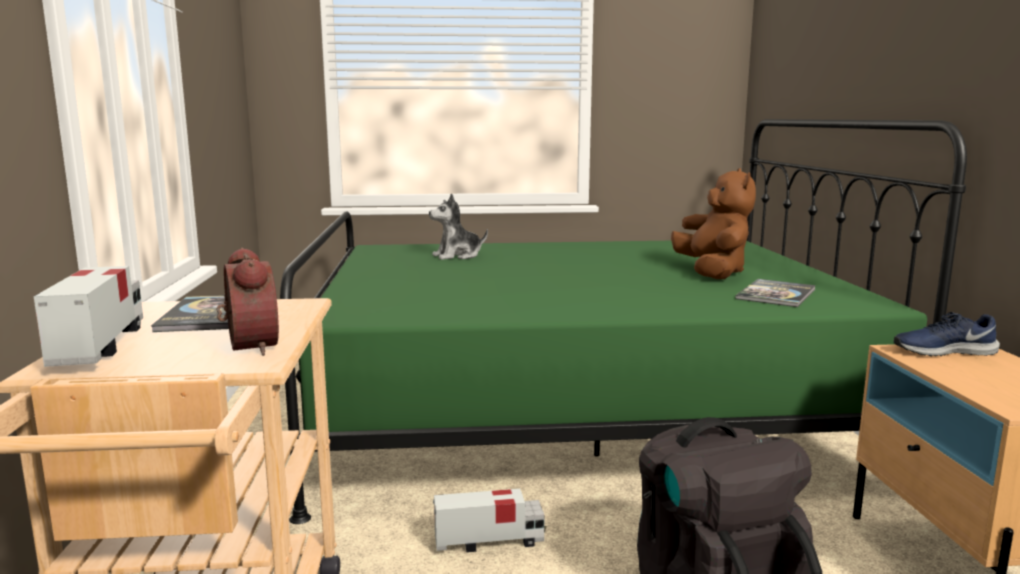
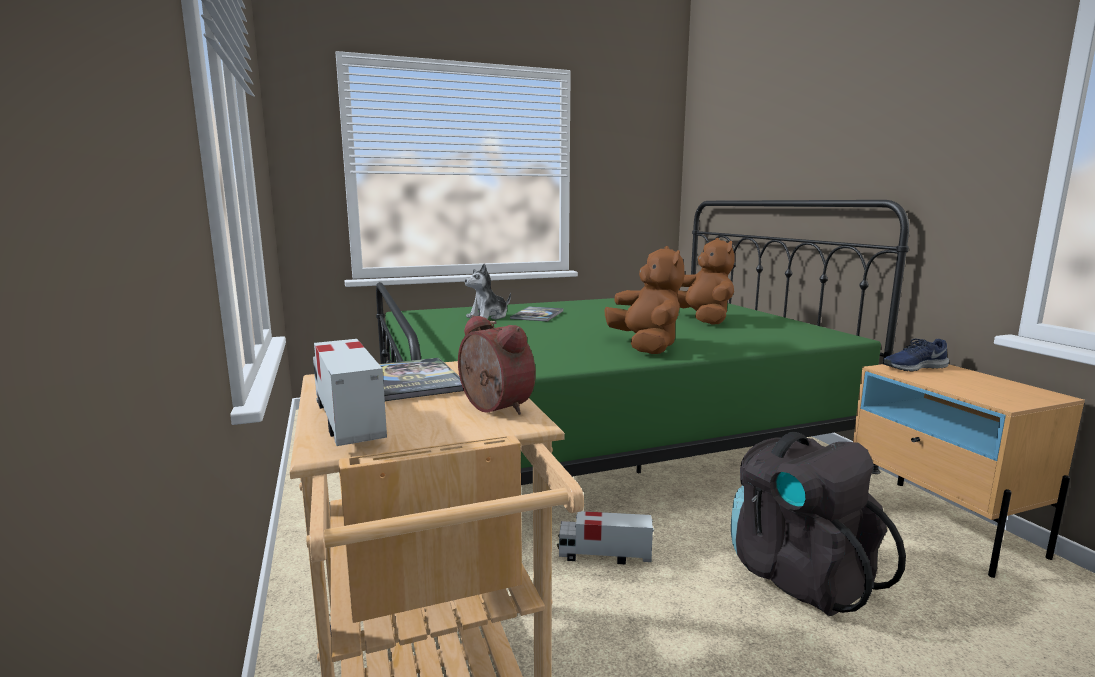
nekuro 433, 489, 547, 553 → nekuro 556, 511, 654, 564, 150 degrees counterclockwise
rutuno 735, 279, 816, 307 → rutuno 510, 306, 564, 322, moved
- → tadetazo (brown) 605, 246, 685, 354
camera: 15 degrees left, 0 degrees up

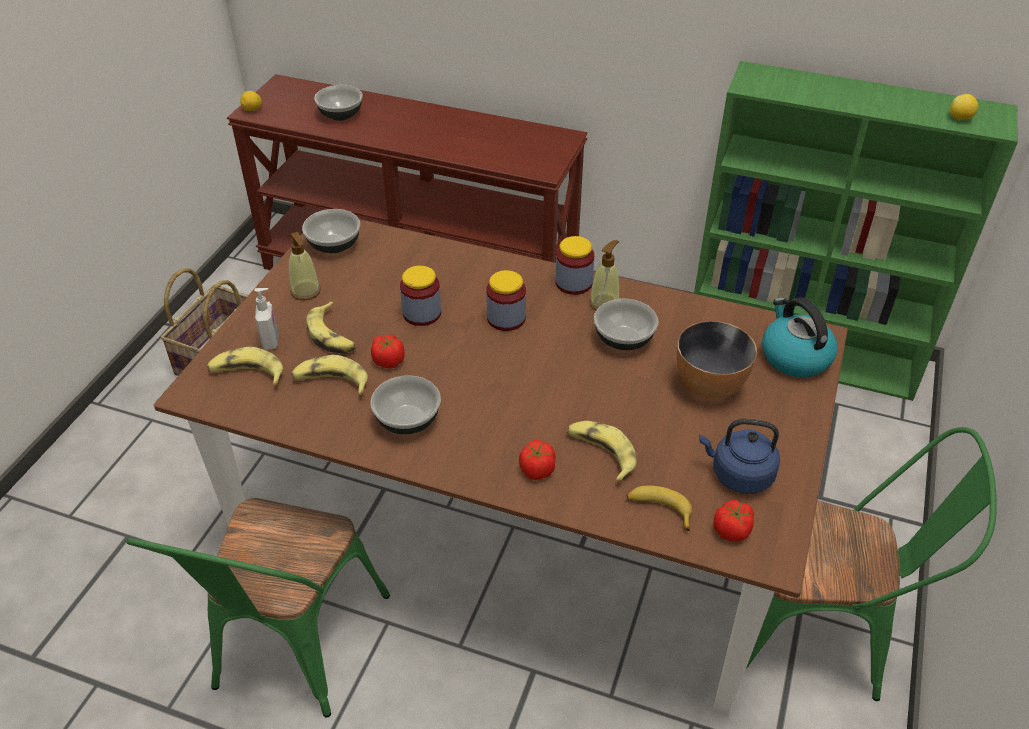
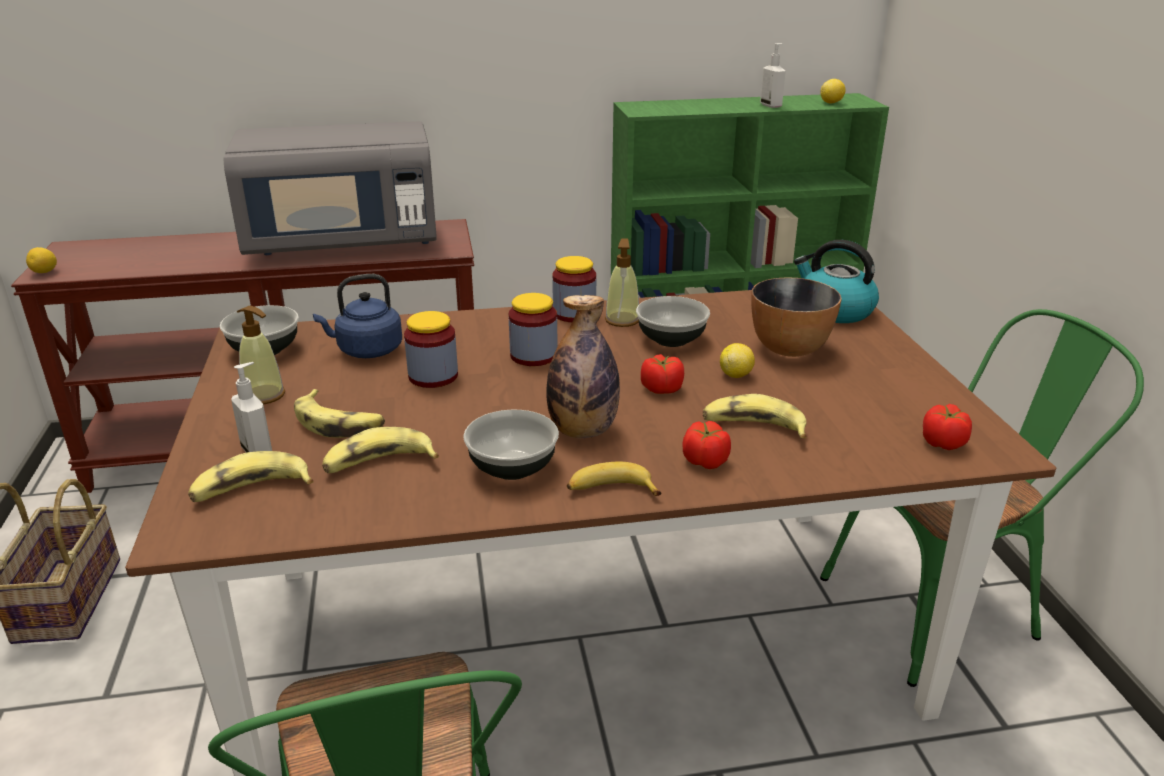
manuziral 314, 85, 363, 121 → -
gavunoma 371, 335, 405, 368 → gavunoma 641, 354, 684, 394, moved
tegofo 626, 486, 692, 531 → tegofo 567, 462, 662, 496, moved
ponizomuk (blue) 699, 419, 780, 494 → ponizomuk (blue) 313, 274, 402, 358, moved
- → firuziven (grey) 223, 121, 437, 255
- → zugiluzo 546, 295, 620, 438
- → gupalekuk 720, 343, 755, 378
- → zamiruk 760, 43, 786, 108
camera: 30 degrees left, 15 degrees down

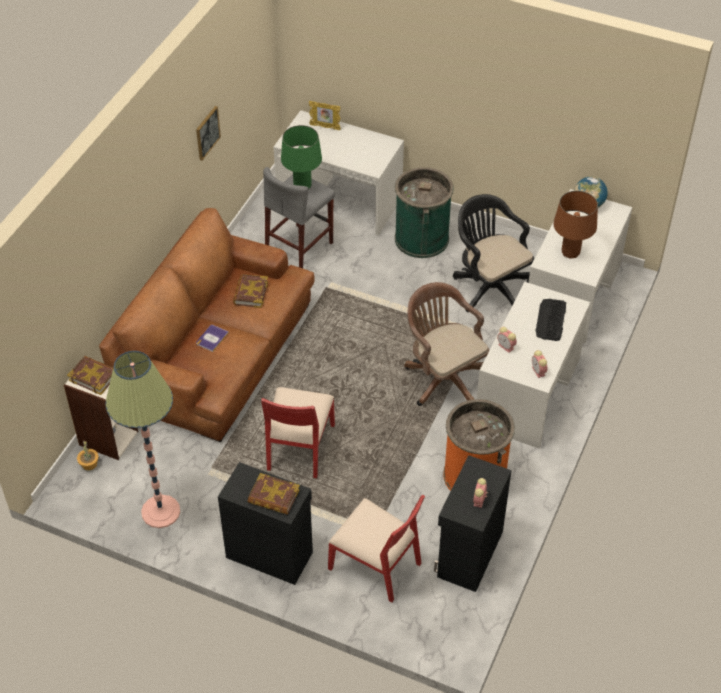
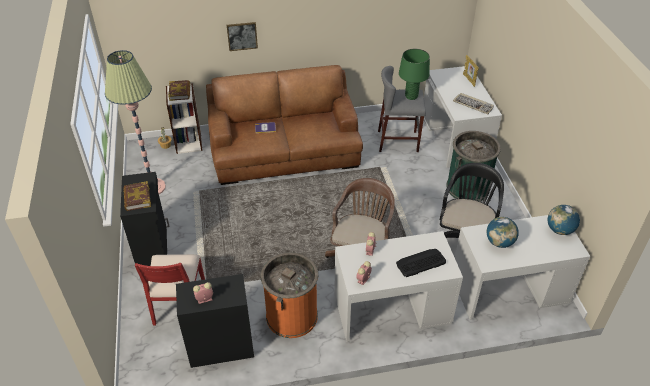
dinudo 196, 106, 221, 160 → dinudo 227, 22, 258, 51, moved
rutuno 233, 274, 268, 308 → -
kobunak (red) 261, 387, 335, 478 → -
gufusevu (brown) 553, 191, 598, 259 → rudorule 487, 217, 519, 248
- → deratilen 453, 93, 494, 114
camera: 55 degrees right, 5 degrees down

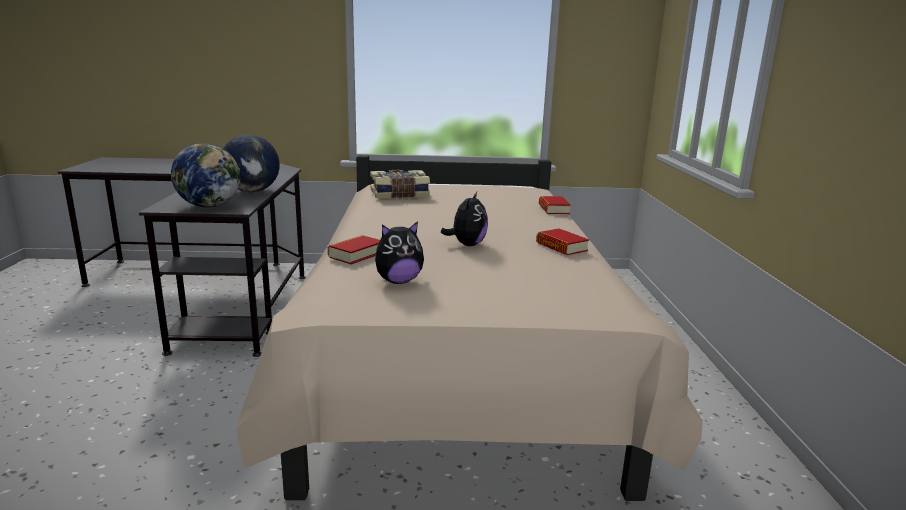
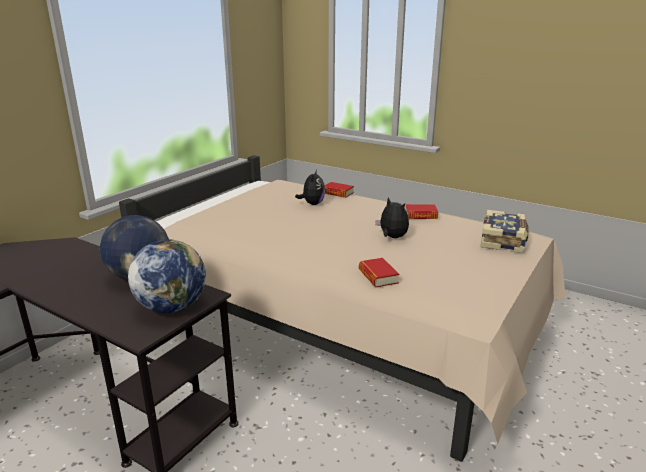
rutuno 370, 170, 430, 198 → rutuno 480, 210, 529, 253, moved
tadetazo 375, 221, 424, 284 → tadetazo 295, 170, 325, 205, moved
camera: 55 degrees left, 5 degrees up

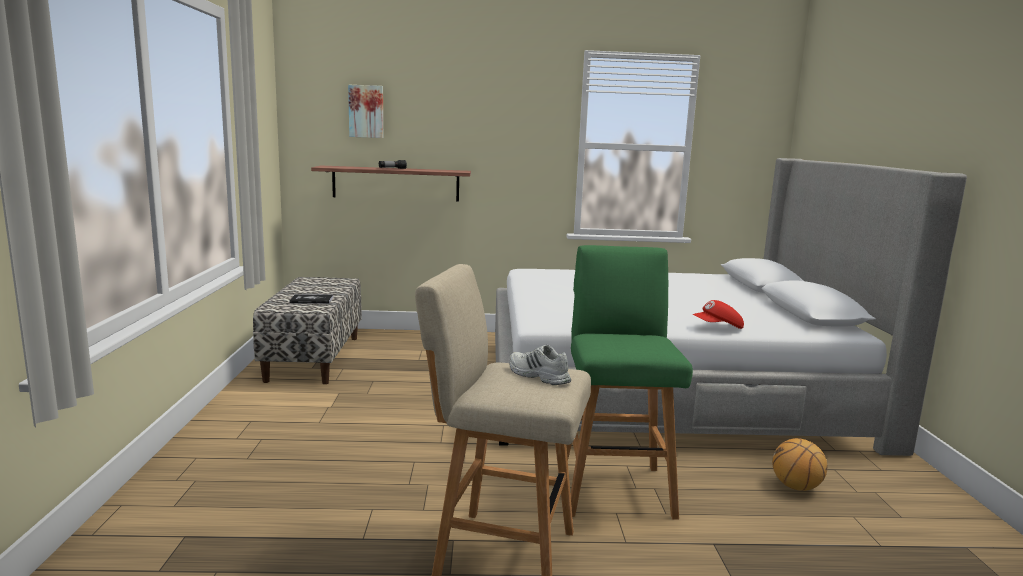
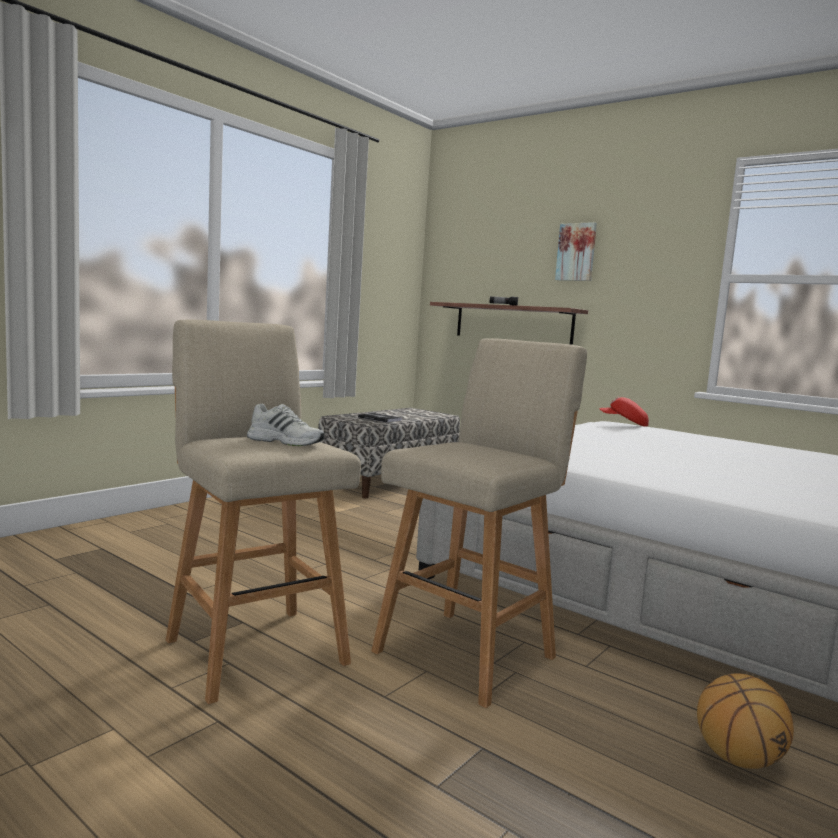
dinudo 348, 85, 383, 138 → dinudo 555, 222, 597, 281, moved
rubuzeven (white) 509, 345, 571, 385 → rubuzeven (white) 247, 404, 325, 446, 120 degrees clockwise
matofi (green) 566, 245, 693, 520 → matofi (beige) 371, 338, 587, 708
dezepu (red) 693, 300, 744, 329 → dezepu (red) 599, 397, 649, 427, moved
camera: 40 degrees right, 5 degrees down

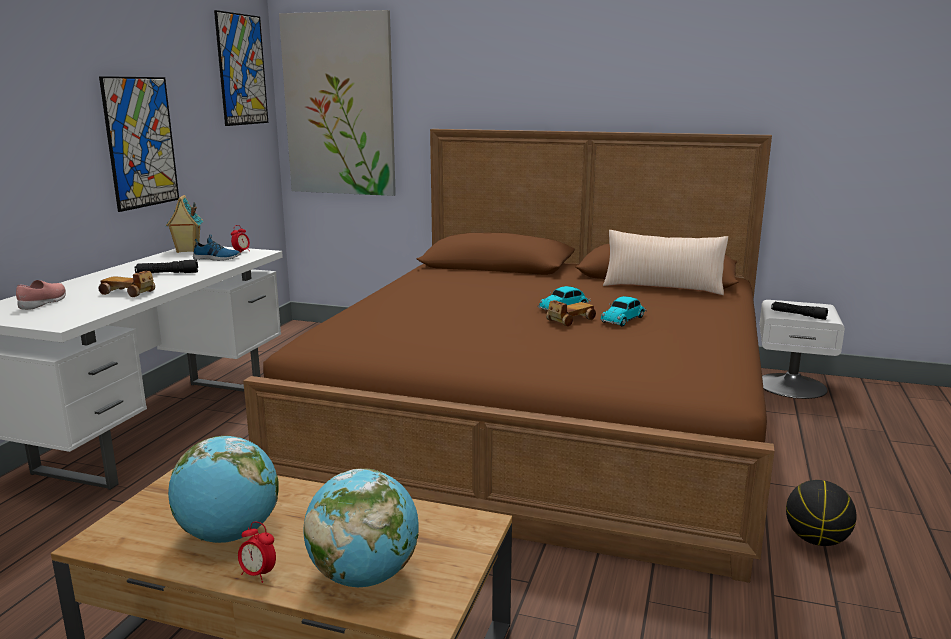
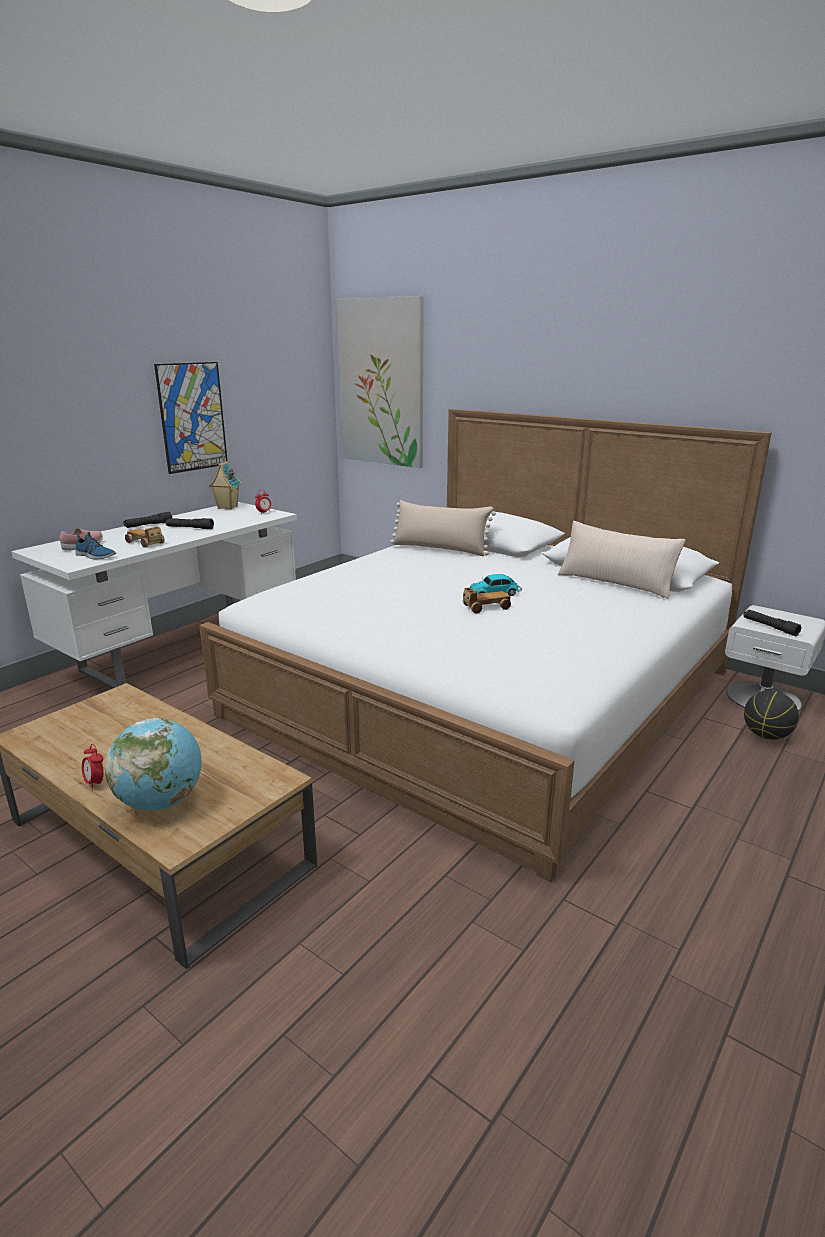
rudorule 168, 436, 279, 543 → -
rubuzeven 193, 234, 240, 261 → rubuzeven 75, 532, 116, 559, moved
dinudo 214, 10, 268, 126 → -
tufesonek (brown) 243, 129, 775, 583 → tufesonek (white) 199, 409, 772, 882
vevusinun 600, 296, 647, 327 → -
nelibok 786, 480, 856, 546 → nelibok 744, 690, 799, 740, moved
- → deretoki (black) 123, 512, 172, 528
- → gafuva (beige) 390, 500, 496, 556
camera: 20 degrees right, 5 degrees up

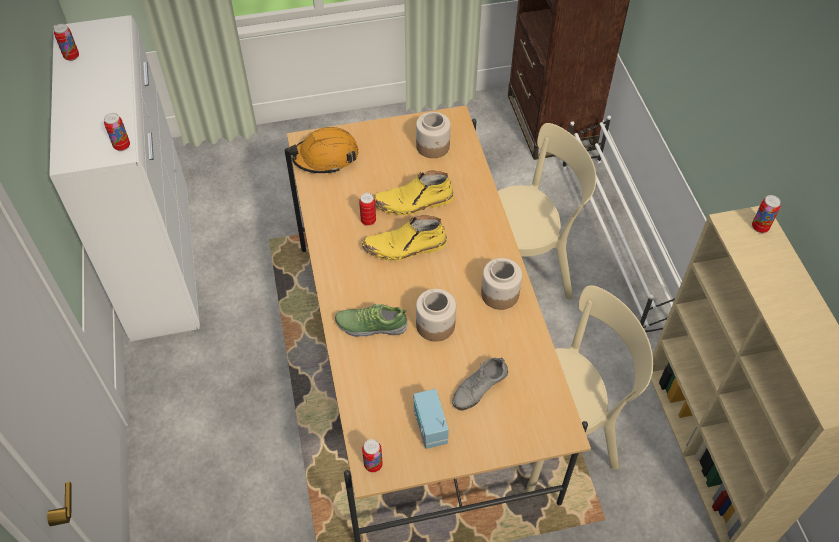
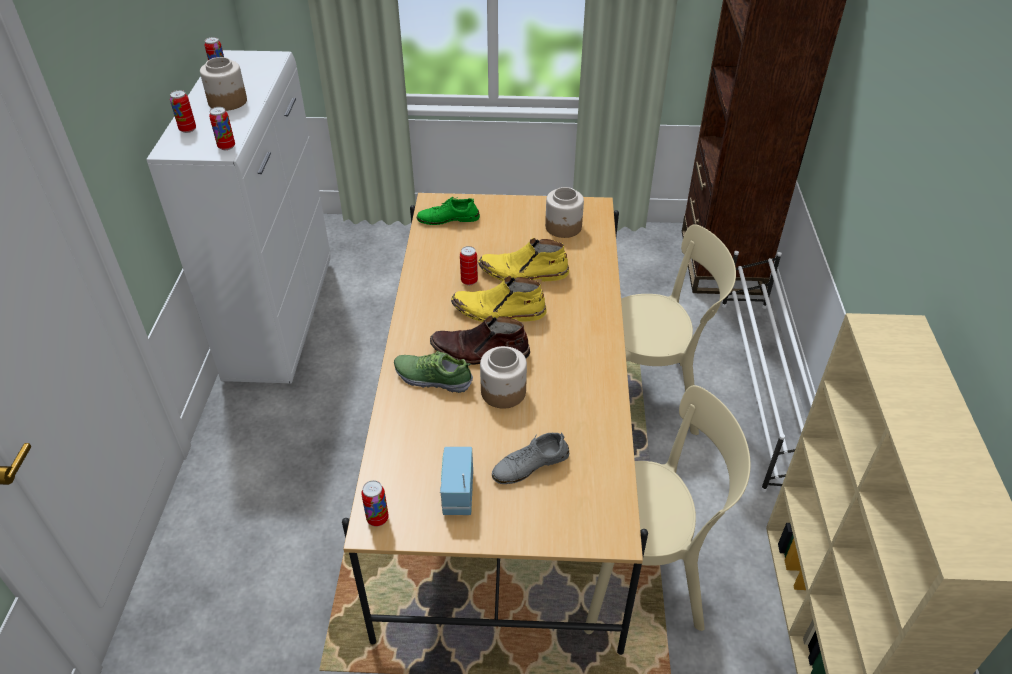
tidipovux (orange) 288, 127, 359, 173 → rubuzeven (green) 417, 197, 480, 225
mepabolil 481, 258, 522, 310 → mepabolil 200, 57, 247, 111, moved
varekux 752, 195, 781, 233 → varekux 170, 90, 196, 133, moved
- → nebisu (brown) 430, 316, 530, 365
camera: 15 degrees right, 10 degrees down

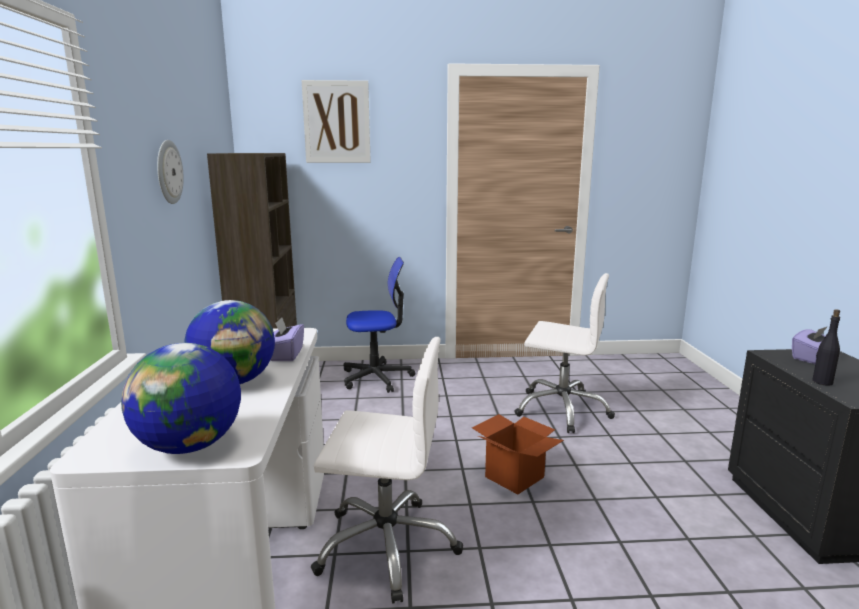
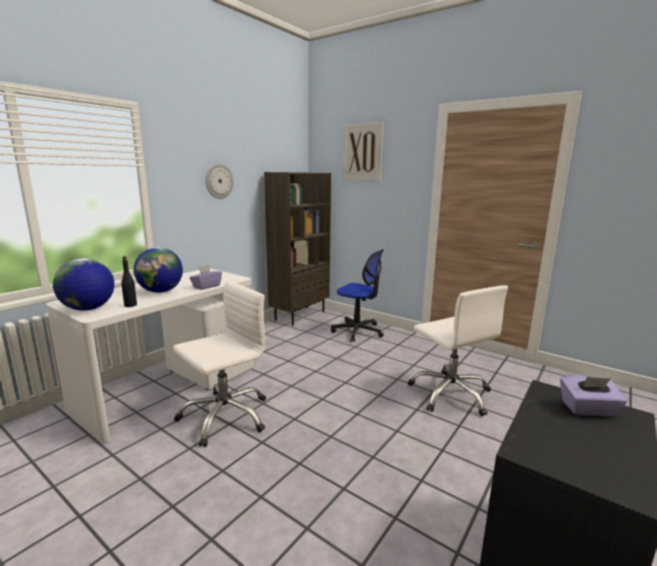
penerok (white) 311, 337, 463, 604 → penerok (white) 173, 281, 266, 447, 90 degrees counterclockwise
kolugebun 472, 414, 564, 494 → -
zugiluzo (black) 812, 309, 840, 386 → zugiluzo (black) 121, 256, 137, 307, moved
camera: 40 degrees right, 0 degrees up

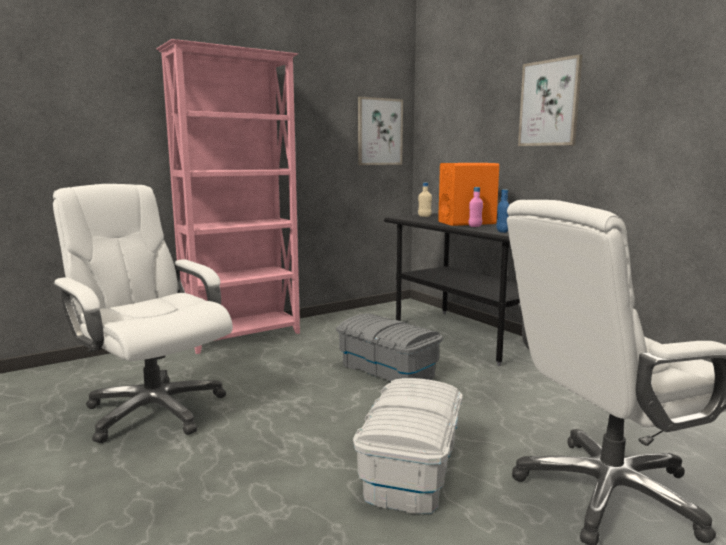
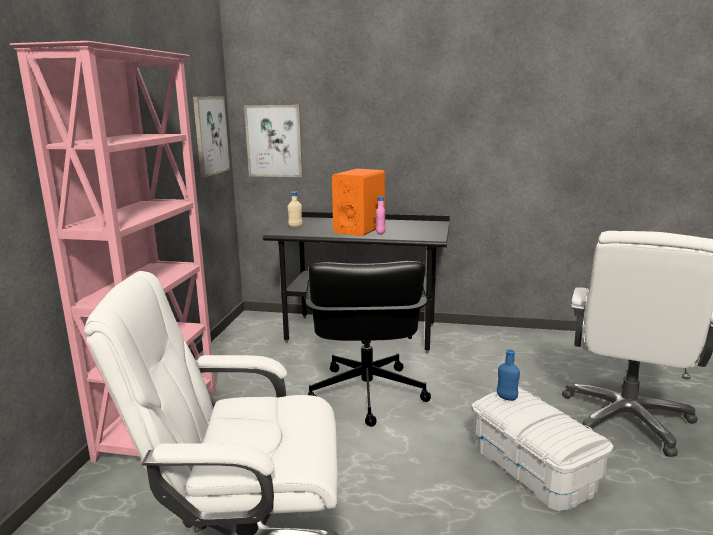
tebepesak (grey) 336, 313, 443, 382 → penerok (black) 305, 261, 431, 427
zugiluzo (blue) 497, 189, 509, 233 → zugiluzo (blue) 497, 349, 520, 401, moved
dinudo 518, 54, 582, 146 → dinudo 244, 105, 303, 177, moved
camera: 45 degrees left, 5 degrees up

